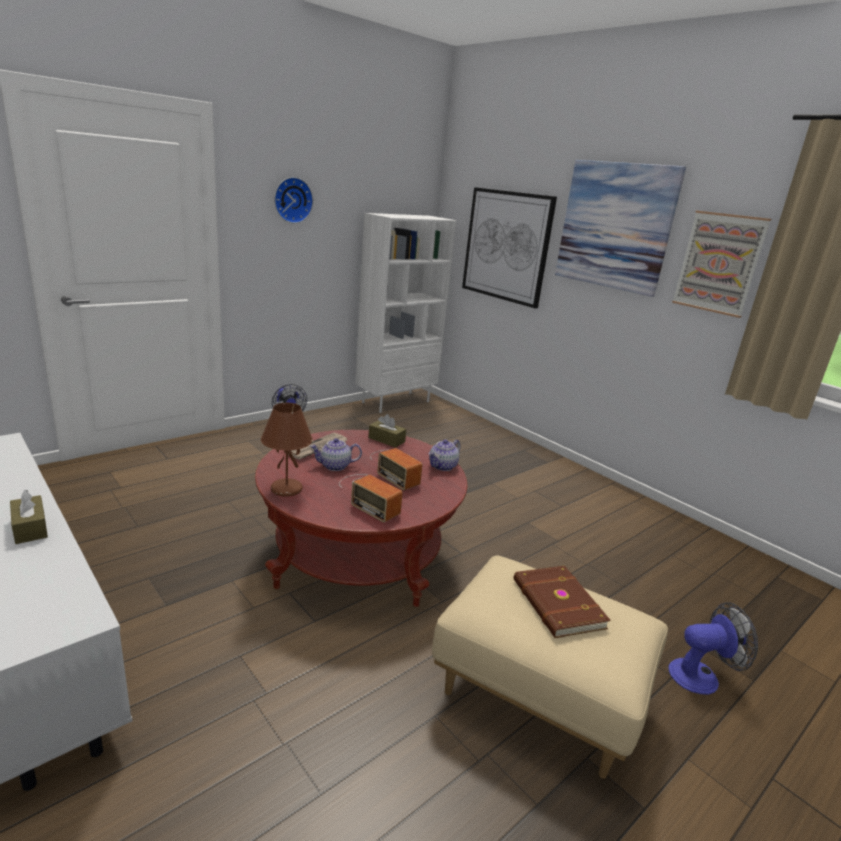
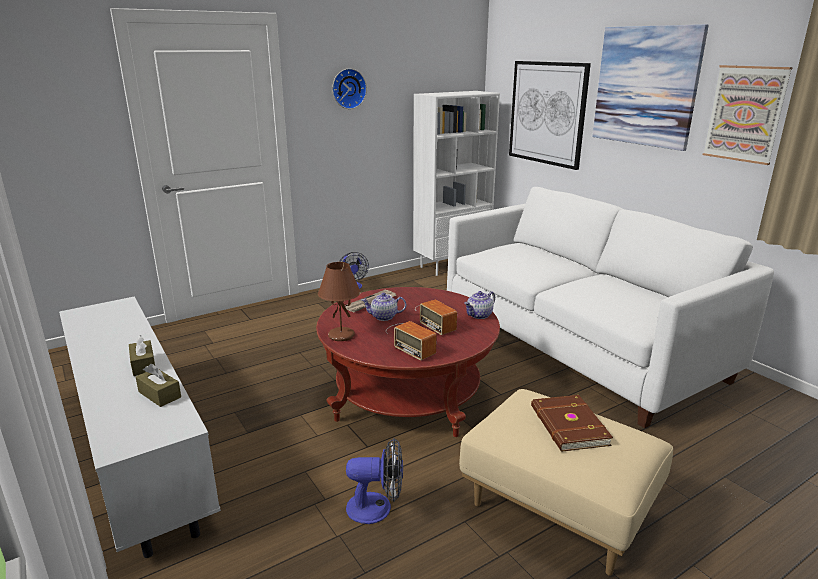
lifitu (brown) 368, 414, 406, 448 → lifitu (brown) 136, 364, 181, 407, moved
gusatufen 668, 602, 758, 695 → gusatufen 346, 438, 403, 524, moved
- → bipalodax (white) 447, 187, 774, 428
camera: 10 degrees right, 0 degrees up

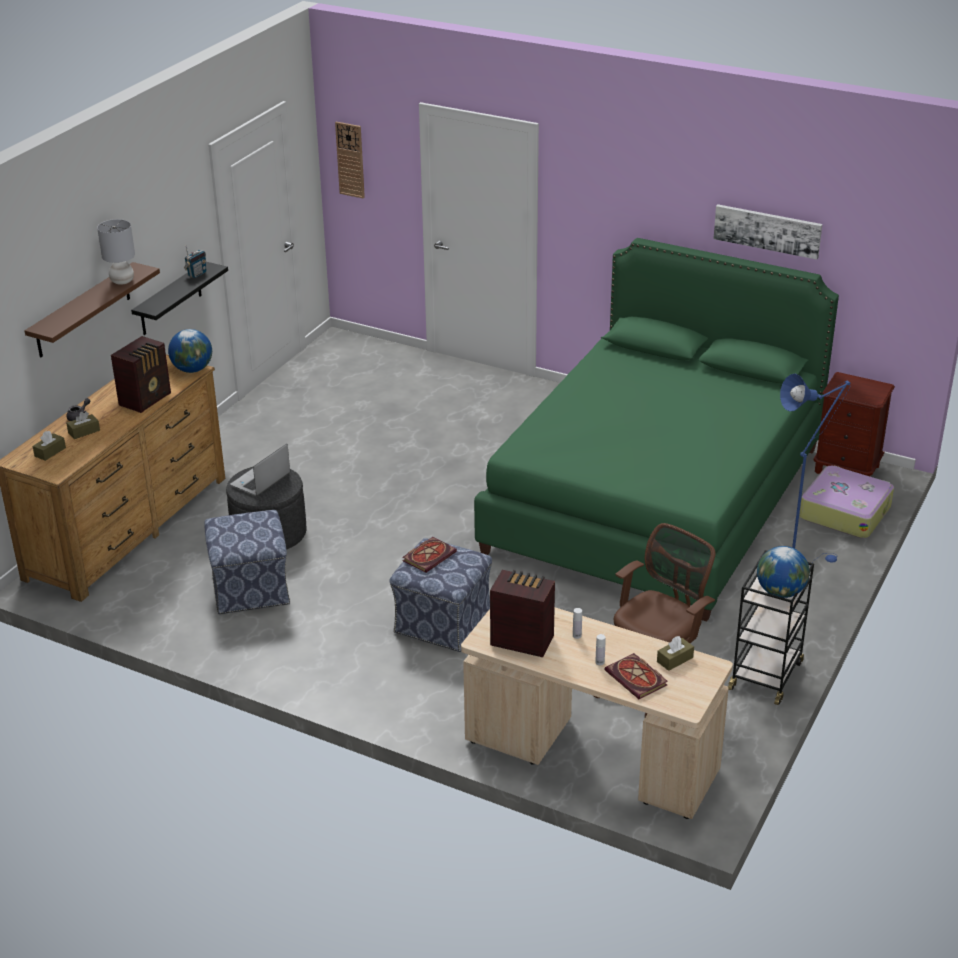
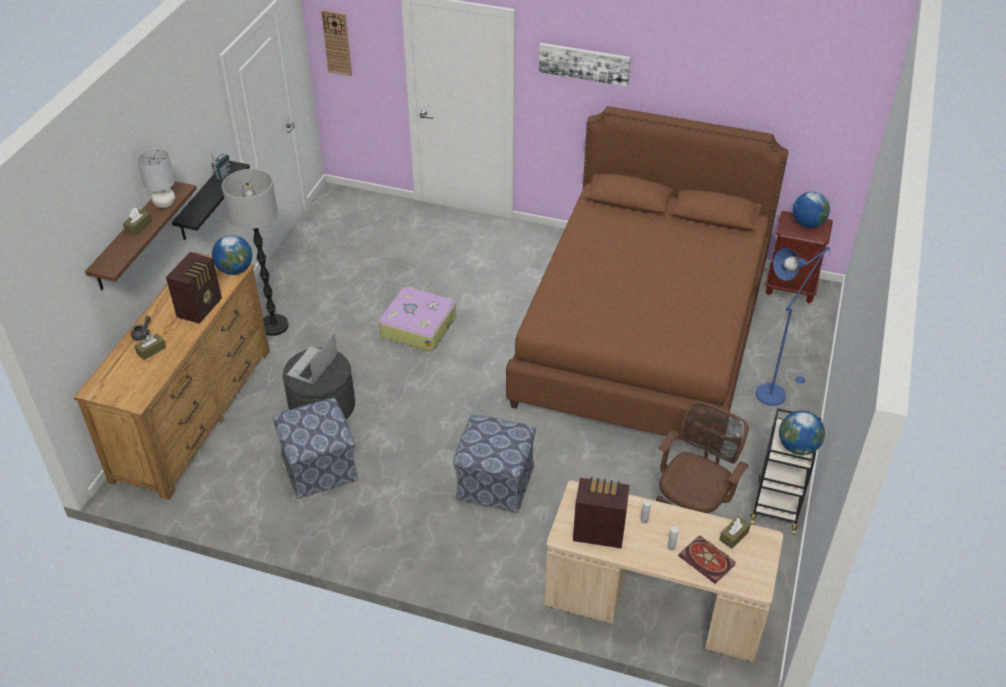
lifitu (brown) 33, 431, 66, 461 → lifitu (brown) 123, 208, 152, 236, moved
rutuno 403, 537, 457, 573 → -
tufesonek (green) 474, 238, 839, 621 → tufesonek (brown) 506, 106, 788, 455
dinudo 713, 204, 822, 260 → dinudo 539, 43, 631, 87, moved
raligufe 799, 465, 894, 538 → raligufe 378, 286, 456, 352, moved
- → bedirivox 222, 169, 289, 336
- → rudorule 793, 192, 830, 228
camera: 10 degrees left, 10 degrees up

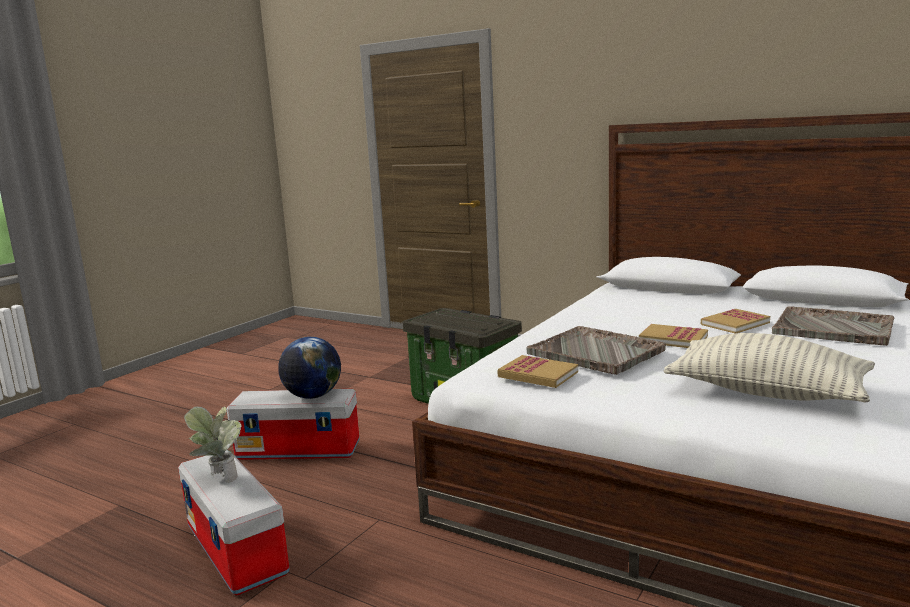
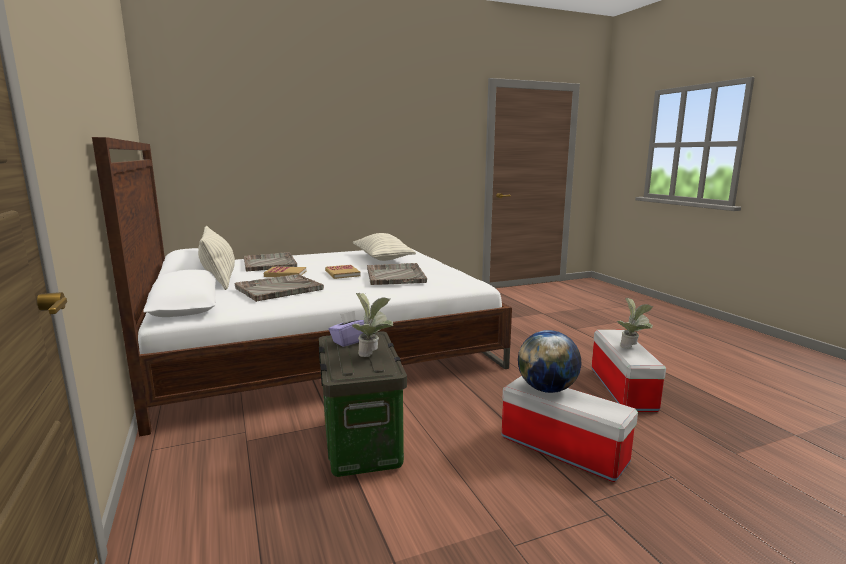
rutuno 497, 355, 578, 388 → -
- → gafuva 198, 226, 235, 290
- → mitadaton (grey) 235, 274, 324, 302
- → lifitu (purple) 329, 311, 365, 347
- → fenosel 351, 293, 393, 357
camera: 145 degrees left, 0 degrees up

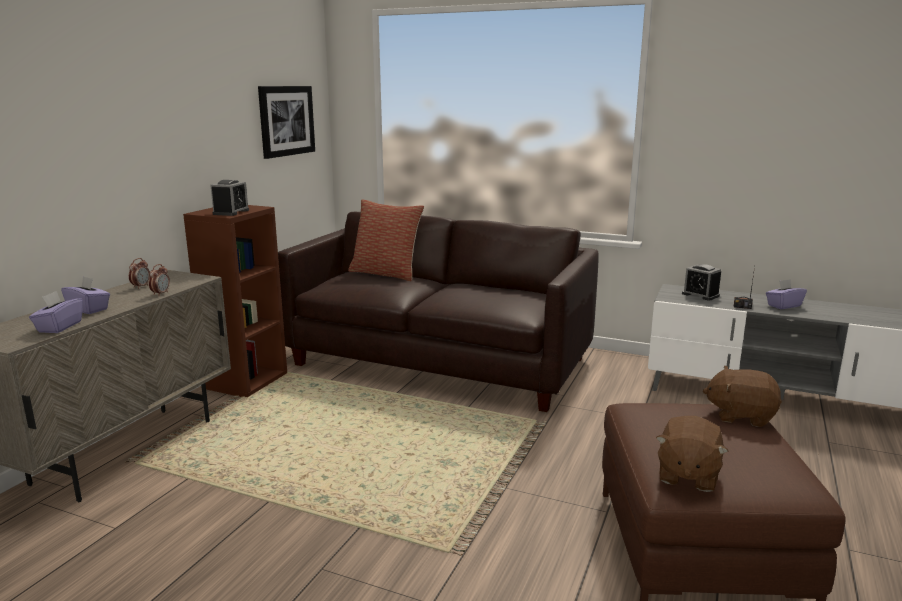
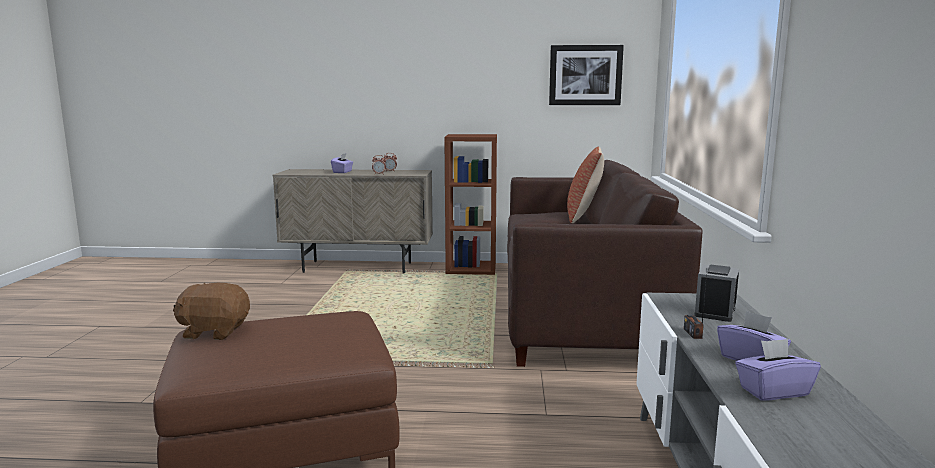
lifitu (purple) 29, 291, 83, 333 → lifitu (purple) 735, 339, 821, 401, moved
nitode 210, 180, 249, 216 → -
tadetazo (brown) 703, 366, 782, 427 → -
camera: 70 degrees right, 5 degrees down

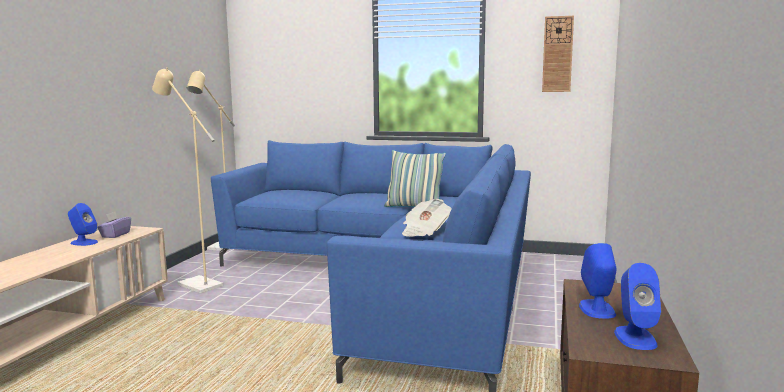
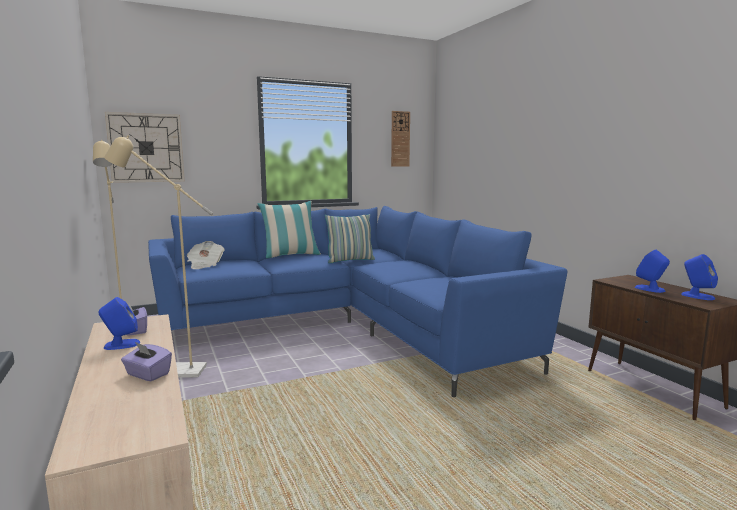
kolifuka 402, 199, 452, 237 → kolifuka 187, 241, 225, 269, moved
- → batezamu 105, 112, 185, 183
- → lifitu (purple) 121, 342, 172, 381
- → gafuva 257, 201, 321, 258
camera: 40 degrees left, 0 degrees up

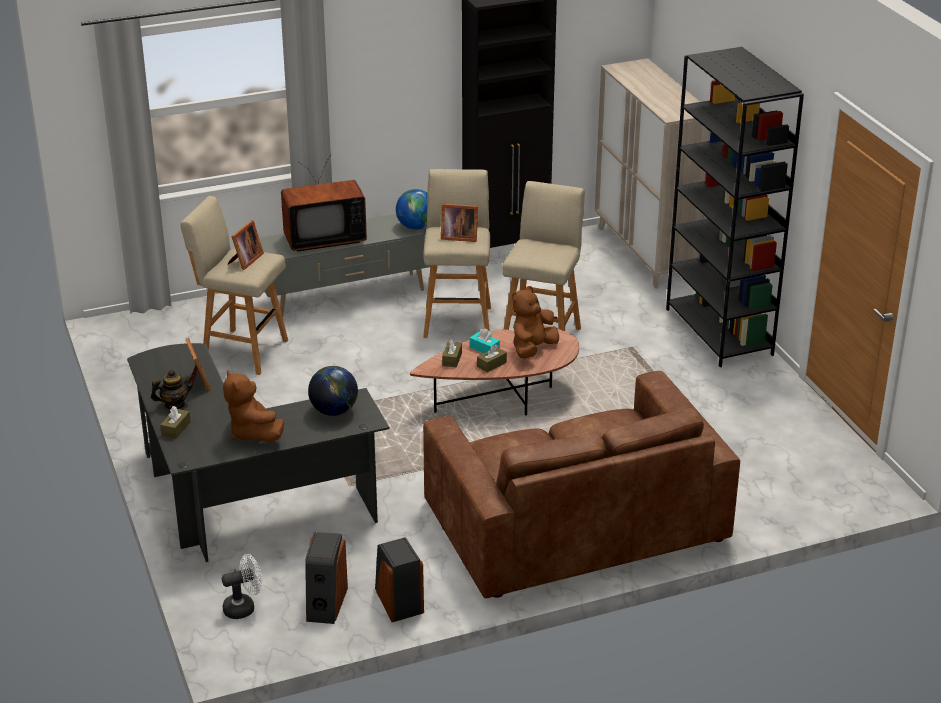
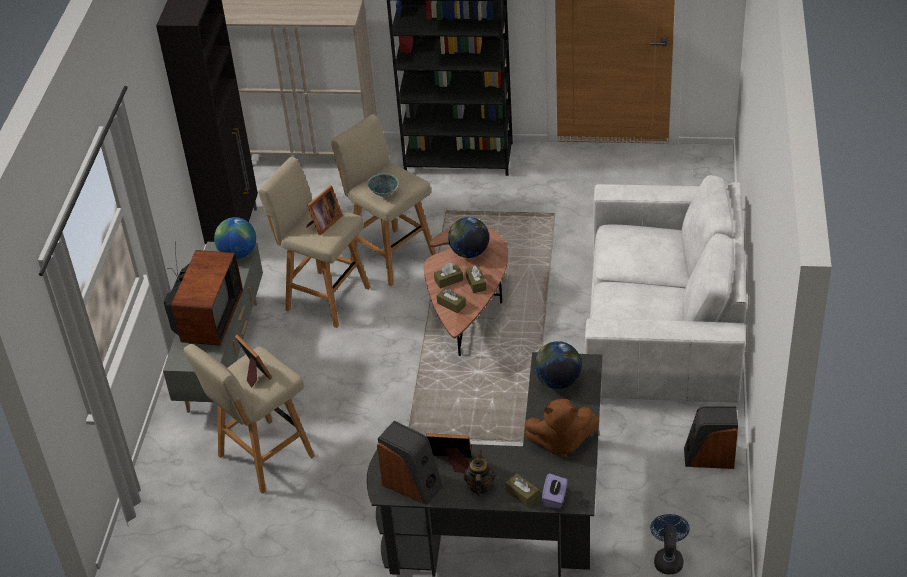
gusatufen (white) 222, 554, 262, 619 → gusatufen (blue) 650, 514, 690, 574
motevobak 305, 532, 348, 624 → motevobak 377, 421, 443, 505, moved
bipalodax (brown) 423, 371, 740, 598 → bipalodax (white) 585, 175, 747, 403
lifitu (turquoise) 470, 329, 500, 353 → lifitu (brown) 434, 263, 463, 289
tadetazo (brown) 512, 286, 559, 359 → rudorule 448, 217, 489, 258
- → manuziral 367, 173, 399, 197
- → lifitu (purple) 542, 474, 567, 509
camera: 60 degrees left, 10 degrees up

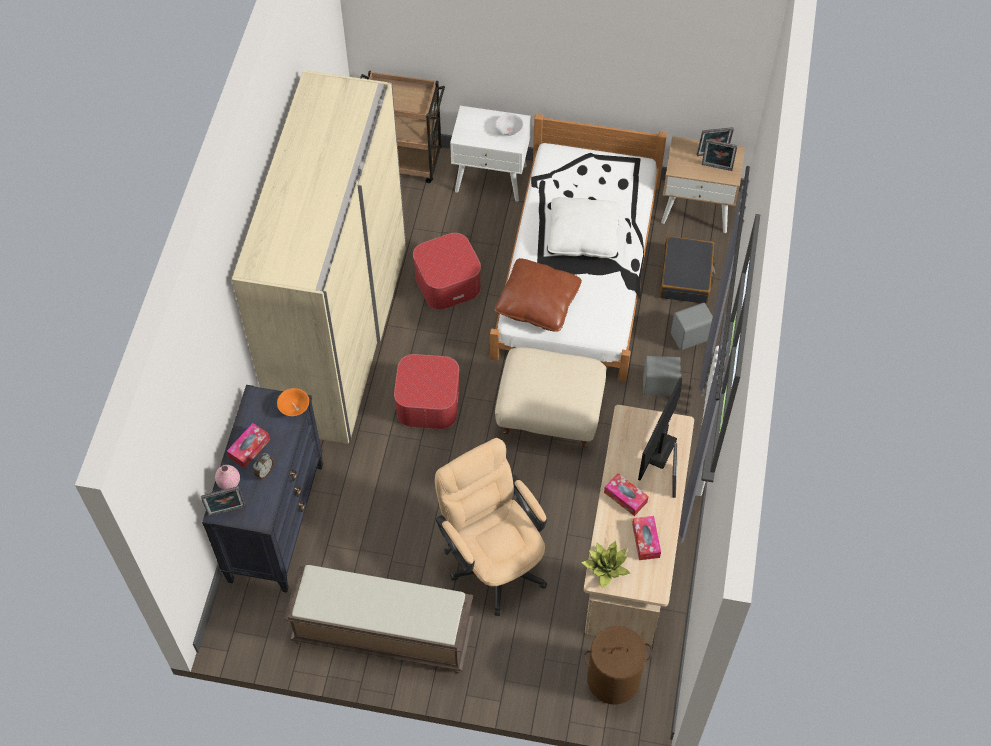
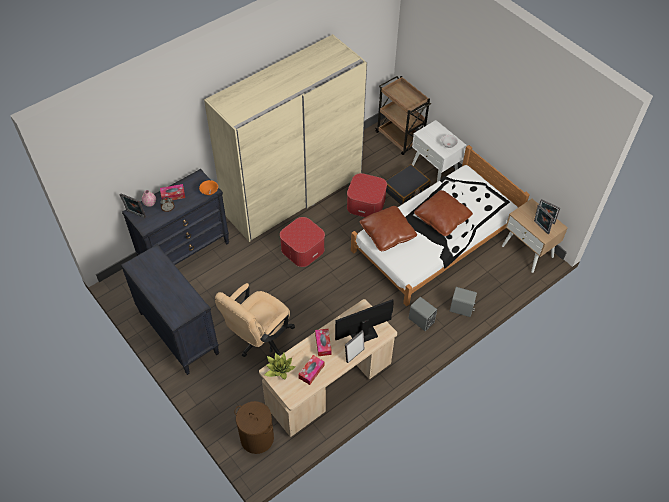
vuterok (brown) 284, 564, 474, 673 → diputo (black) 121, 244, 219, 375
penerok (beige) 435, 438, 547, 616 → penerok (beige) 215, 283, 295, 357, 150 degrees counterclockwise
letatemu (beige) 495, 347, 606, 448 → -
gafuva (white) 548, 197, 620, 258 → gafuva (brown) 414, 190, 473, 236
raligufe (black) 659, 236, 715, 304 → raligufe (black) 386, 164, 430, 205, moved
camera: 40 degrees right, 5 degrees down

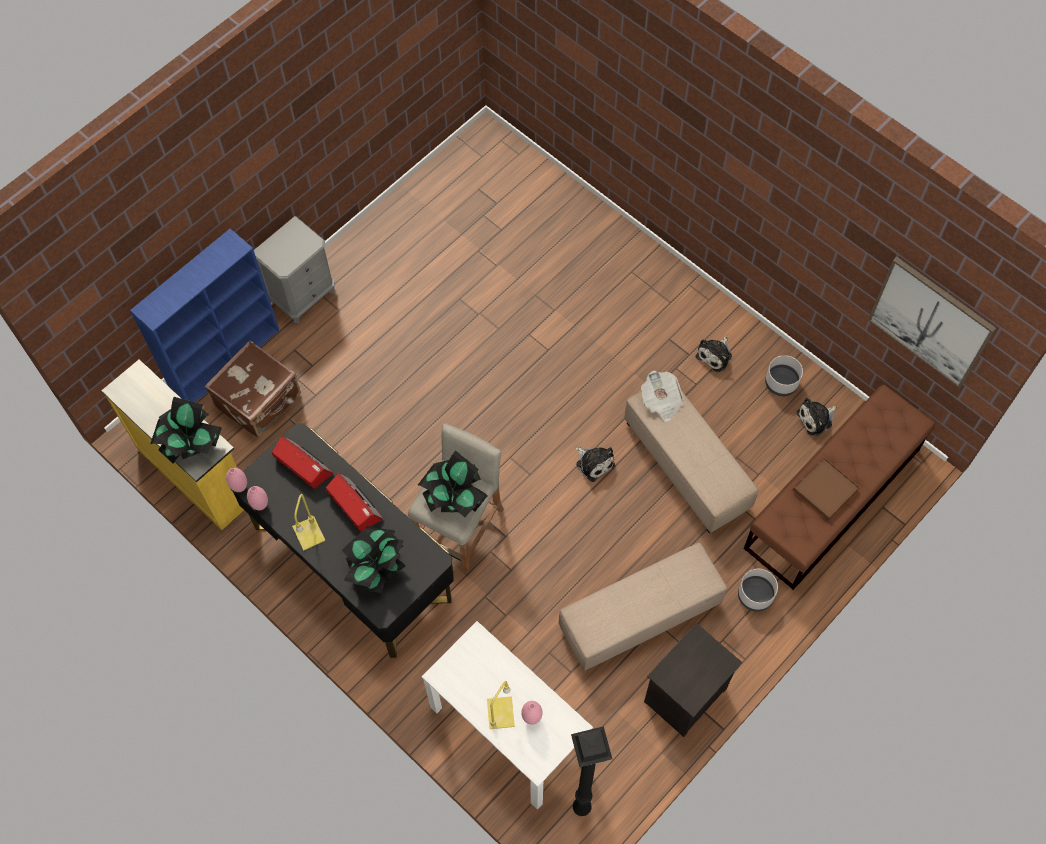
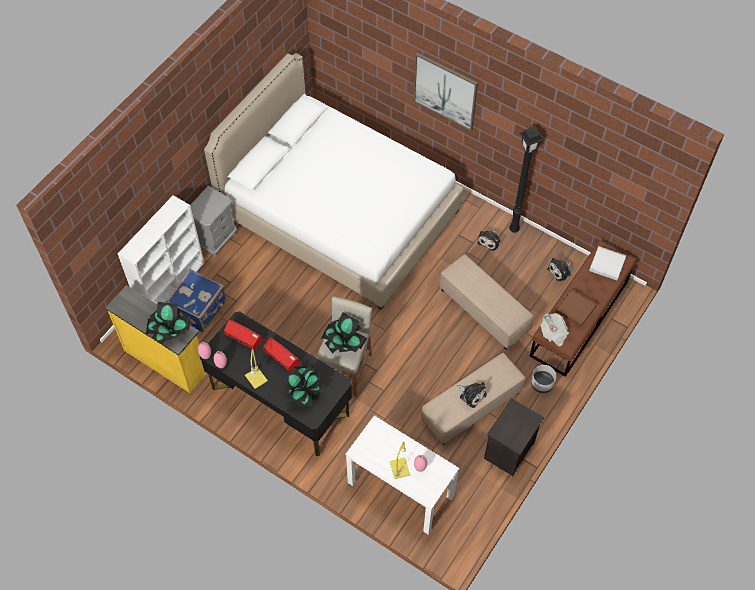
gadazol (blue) 130, 229, 279, 403 → gadazol (white) 118, 195, 204, 304
raligufe (brown) 205, 340, 301, 438 → raligufe (blue) 166, 269, 227, 332
bedirivox (black) 571, 726, 612, 816 → bedirivox (black) 509, 126, 543, 233, moved
tadetazo 575, 447, 615, 482 → tadetazo 457, 382, 487, 408, moved
kolifuka 641, 370, 684, 422 → kolifuka 540, 313, 569, 346, moved
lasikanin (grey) 765, 355, 803, 396 → -
dinudo 868, 257, 996, 388 → dinudo 413, 52, 478, 131, moved
- → tufesonek (white) 204, 53, 464, 310
- → mitadaton (white) 589, 246, 626, 280
camera: 10 degrees left, 5 degrees down

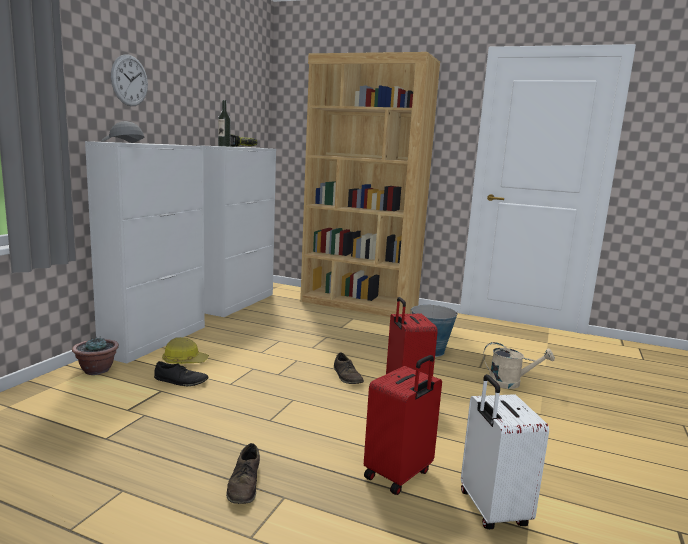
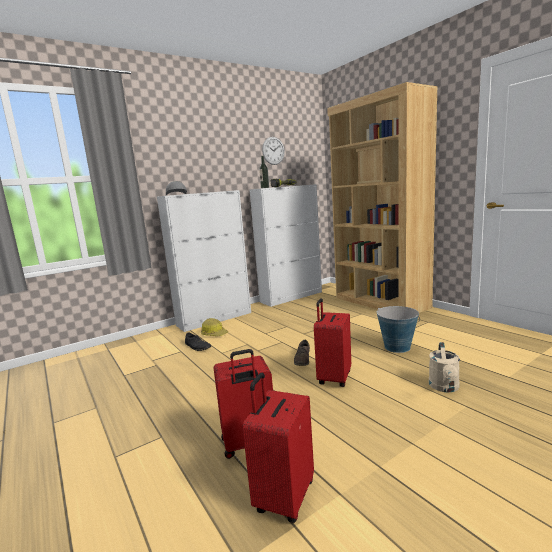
fenosel 72, 336, 119, 375 → -
batezamu 111, 54, 148, 106 → batezamu 262, 137, 285, 165, moved
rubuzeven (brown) 226, 443, 260, 504 → -
raligufe (white) 461, 374, 549, 529 → raligufe (red) 243, 373, 314, 523
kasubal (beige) 483, 342, 555, 389 → kasubal (beige) 429, 342, 460, 393, 60 degrees clockwise
camera: 35 degrees right, 0 degrees up

